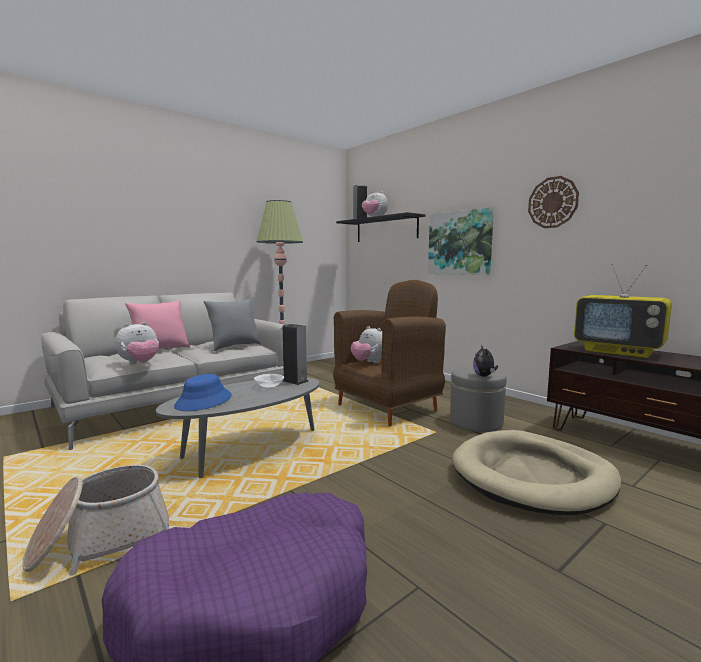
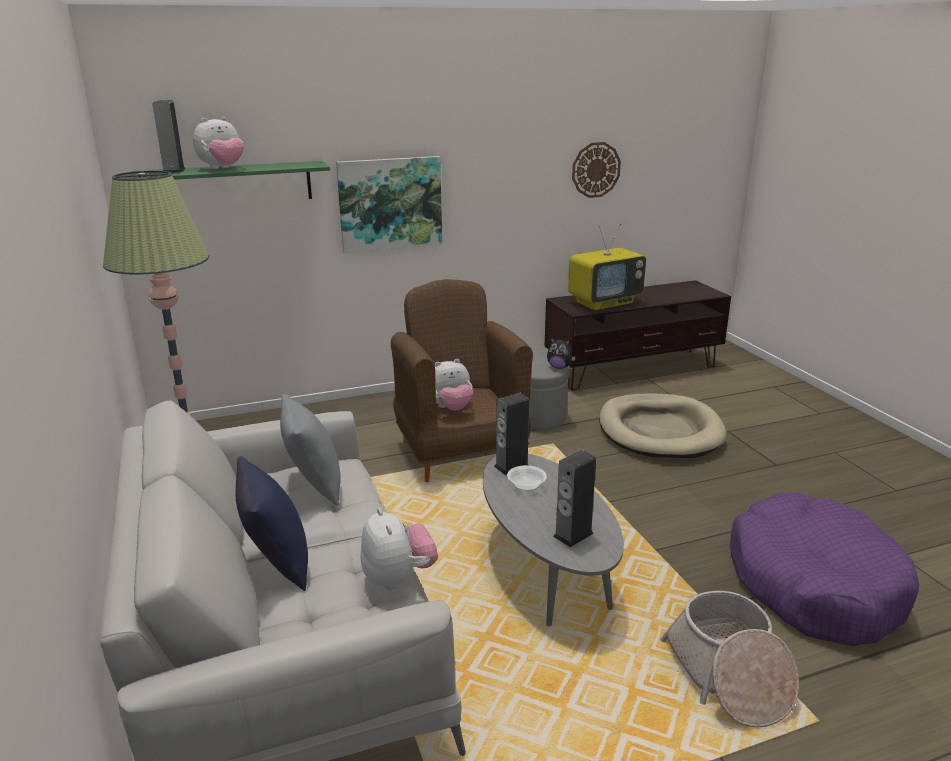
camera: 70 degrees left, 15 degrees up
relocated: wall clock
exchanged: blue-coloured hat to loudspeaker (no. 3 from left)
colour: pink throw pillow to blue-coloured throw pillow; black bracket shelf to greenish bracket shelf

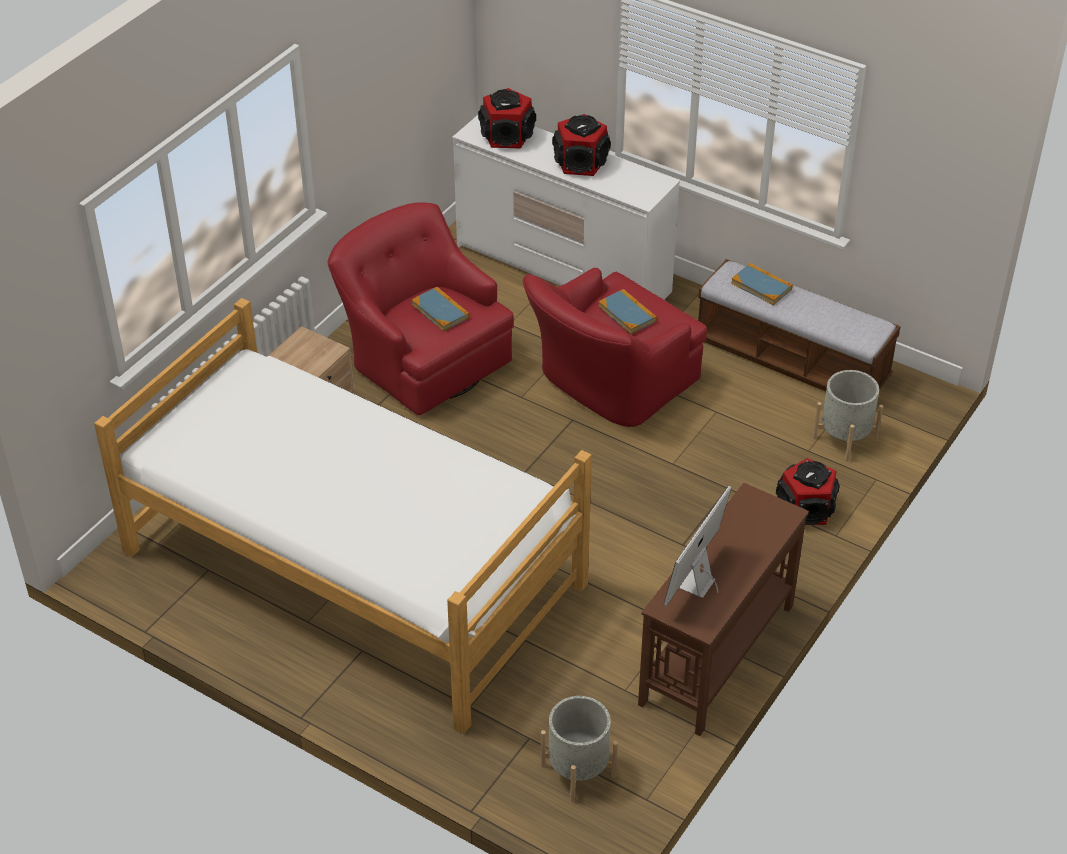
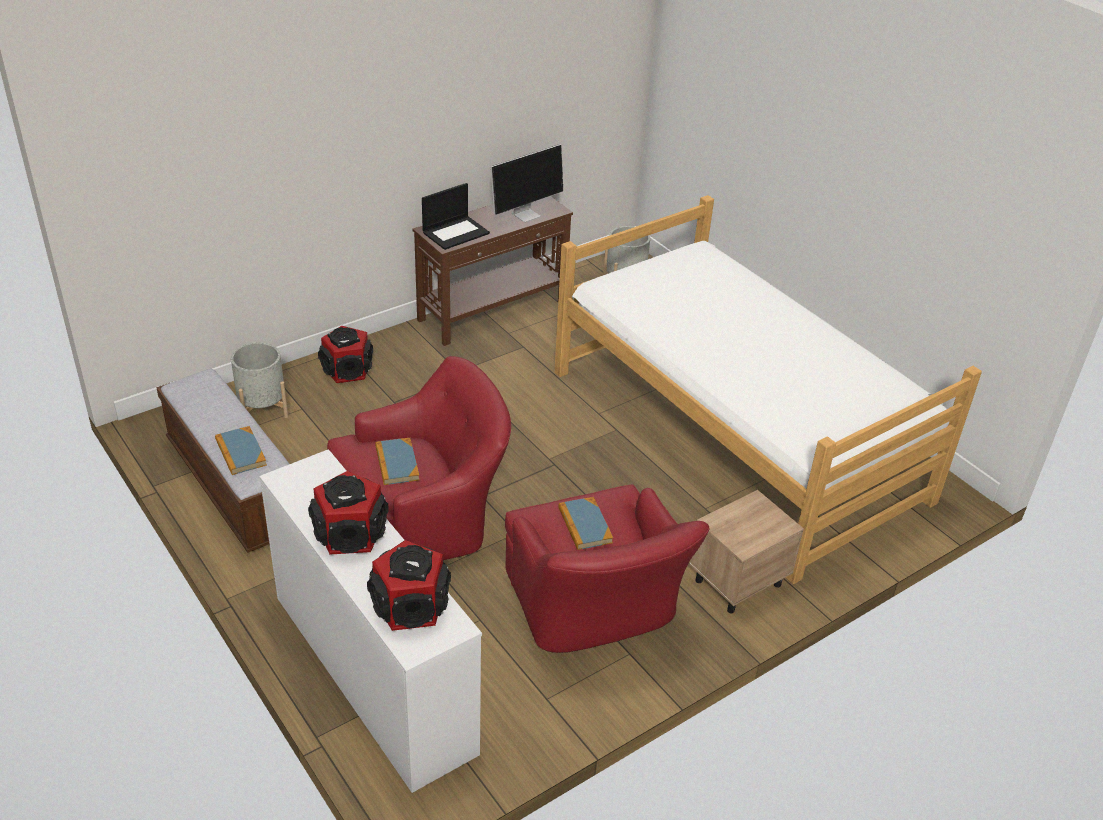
camera: 160 degrees left, 5 degrees down
appeared: laptop

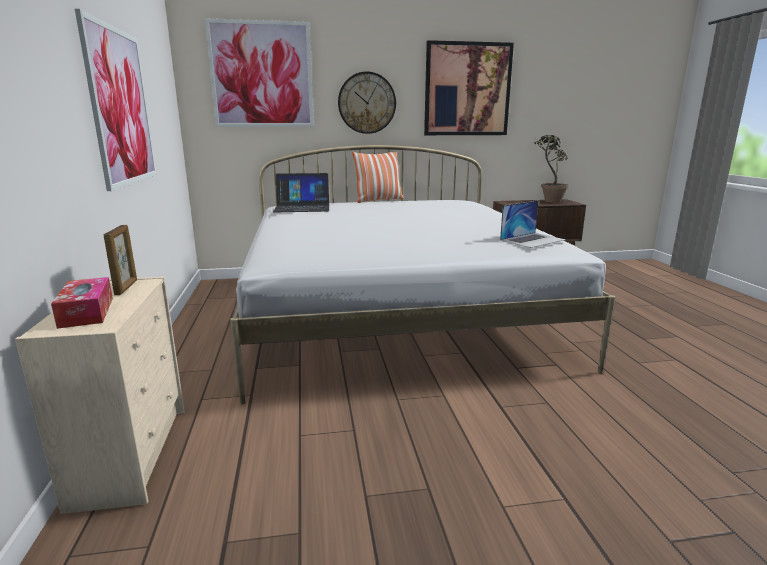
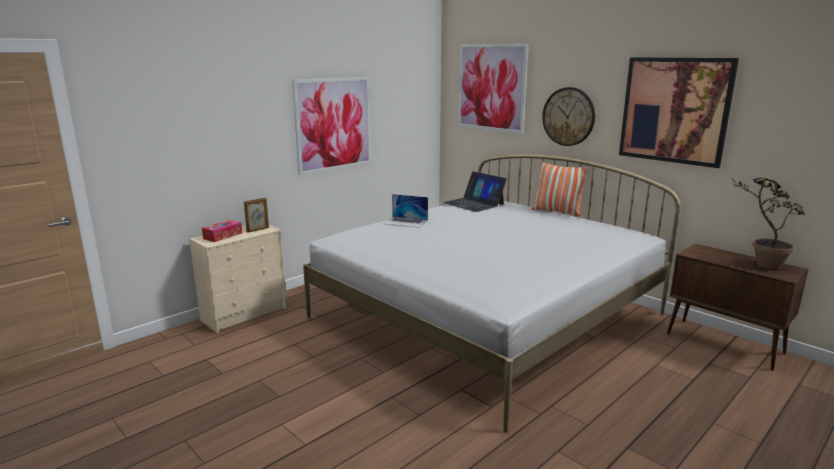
camera: 55 degrees right, 0 degrees up
relocated: laptop (no. 2 from left in the first image) to laptop (no. 1 from left)

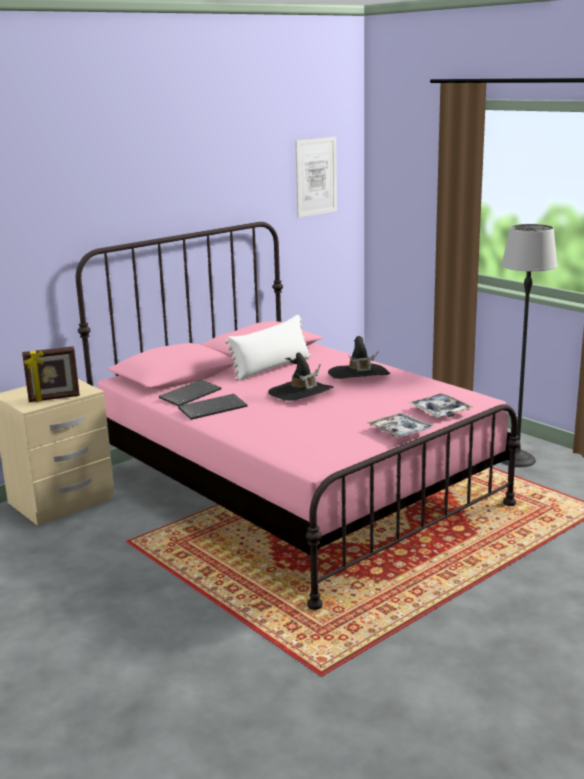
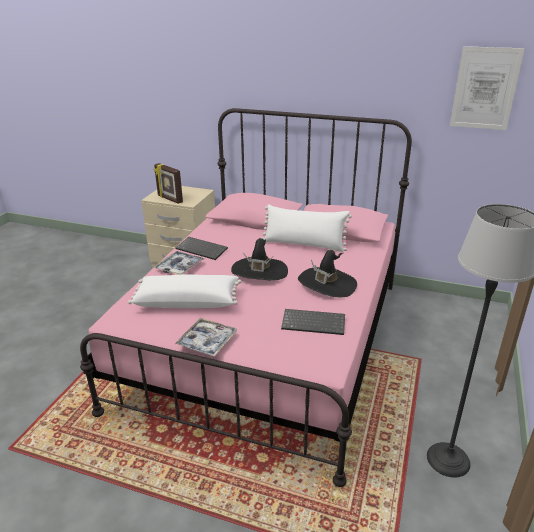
camera: 60 degrees right, 10 degrees up
appeared: white-coloured throw pillow (no. 1 from left)
relocated: keyboard (no. 1 from left in the first image) to keyboard (no. 2 from left); serving tray (no. 2 from left in the first image) to serving tray (no. 1 from left)

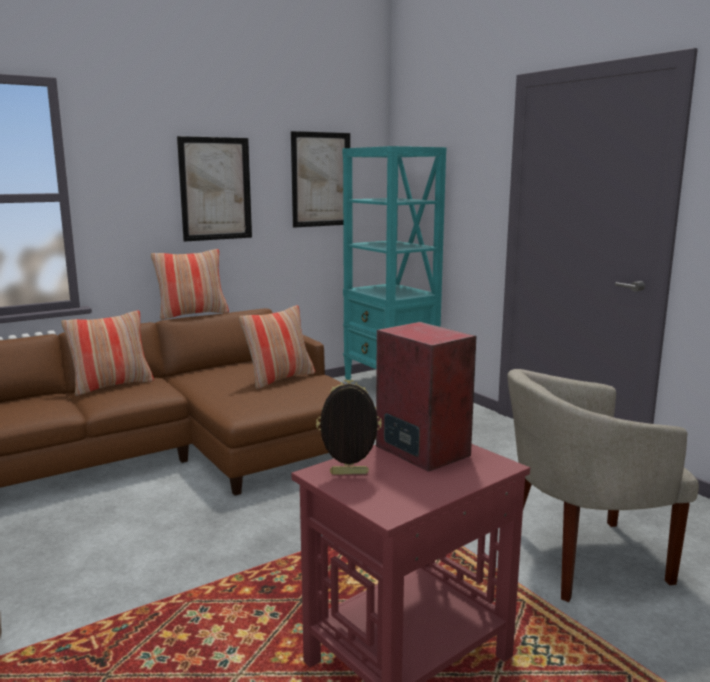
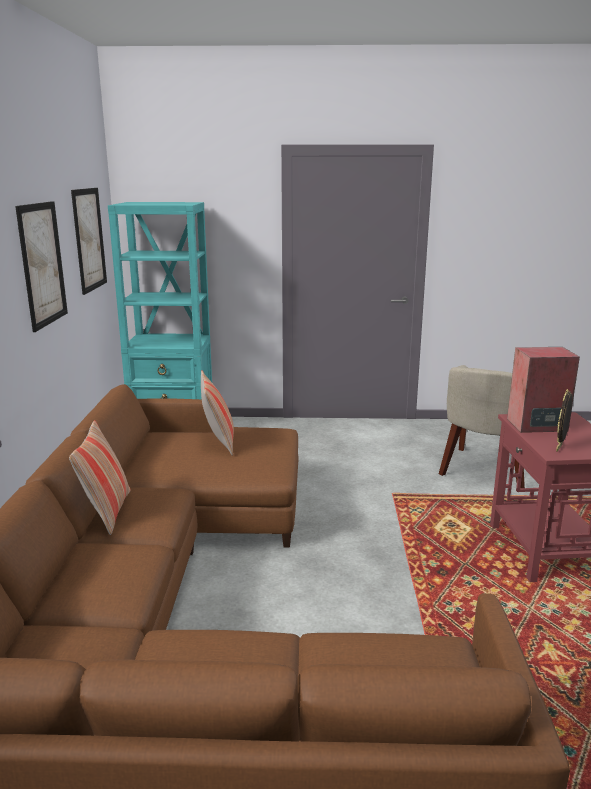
camera: 55 degrees left, 5 degrees up
missing: throw pillow (no. 2 from left)

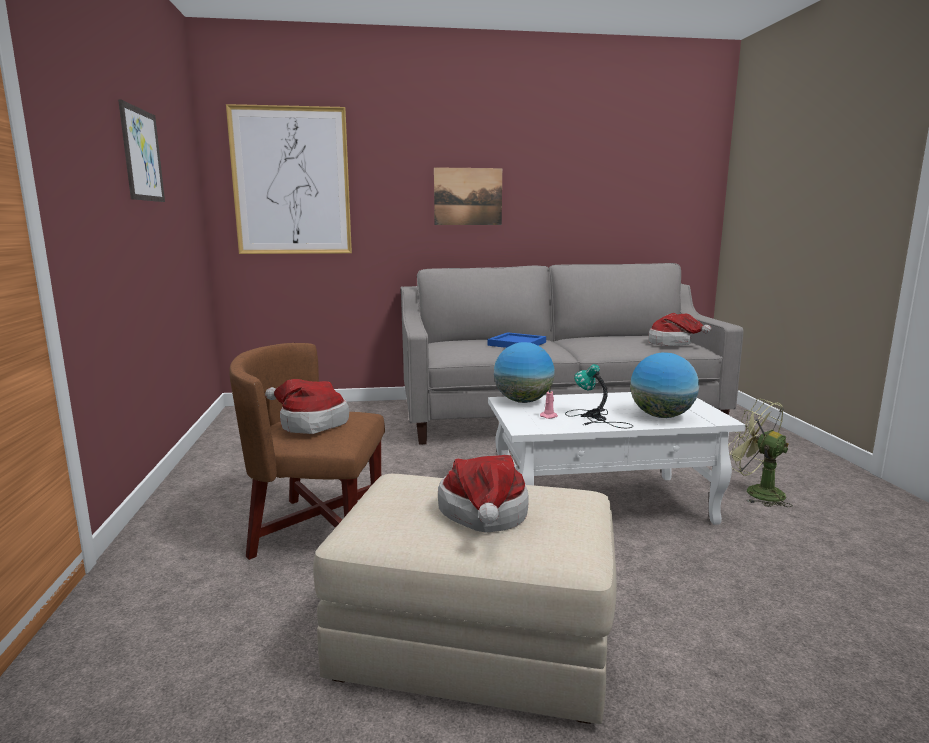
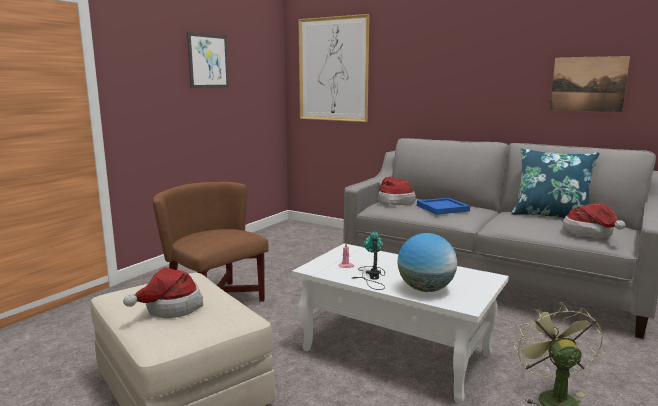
camera: 40 degrees right, 0 degrees up
missing: desk globe (no. 1 from left)
appeared: blue-coloured throw pillow
relocated: hat (no. 1 from left in the first image) to hat (no. 2 from left); wall picture (no. 3 from left)

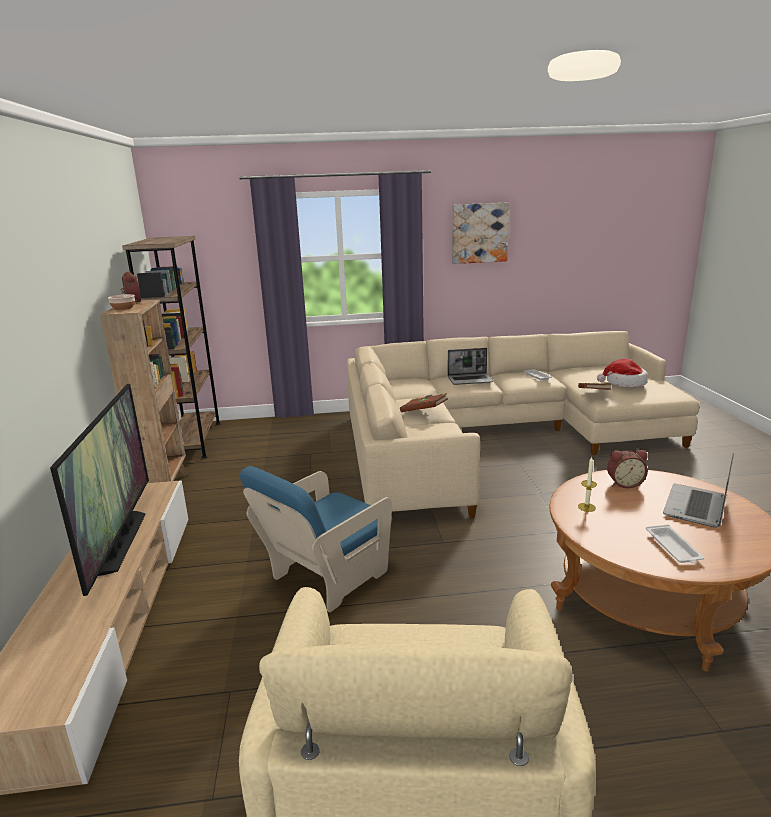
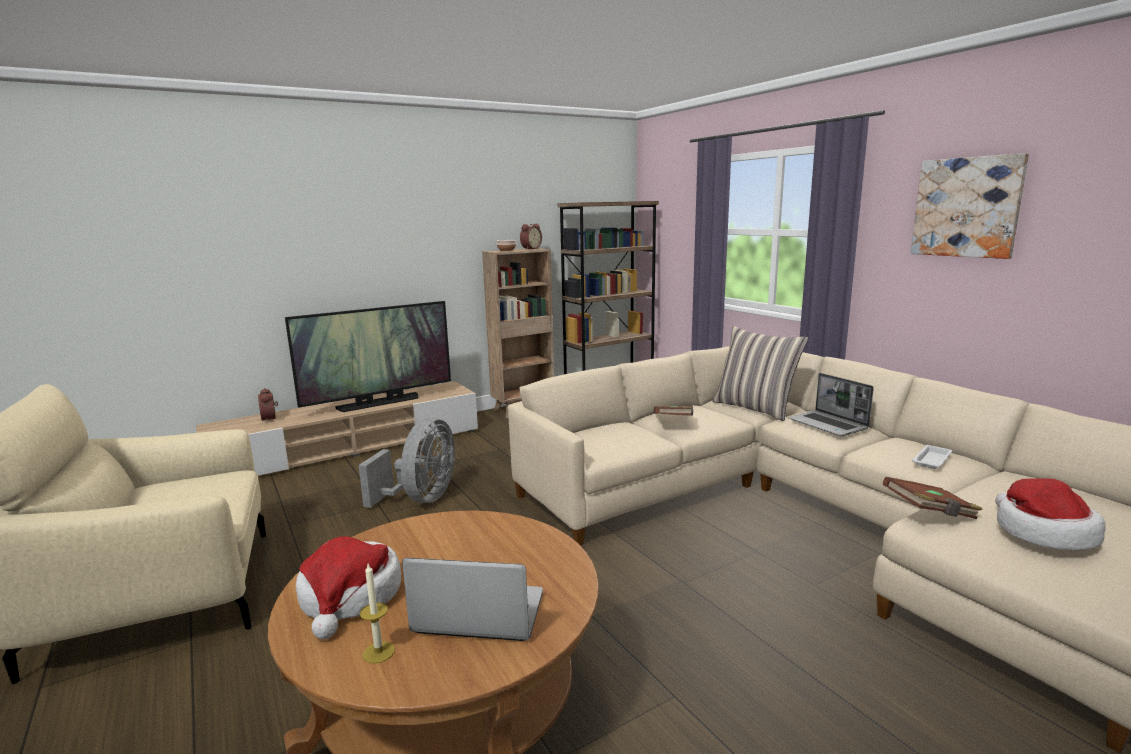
camera: 65 degrees right, 5 degrees down
appeared: throw pillow
relocated: candle; bedside clock (no. 2 from left in the first image) to bedside clock (no. 1 from left)
exchanged: blue-coloured easy chair to gray electric fan; white-coloured serving tray (no. 2 from left) to hat (no. 1 from left)

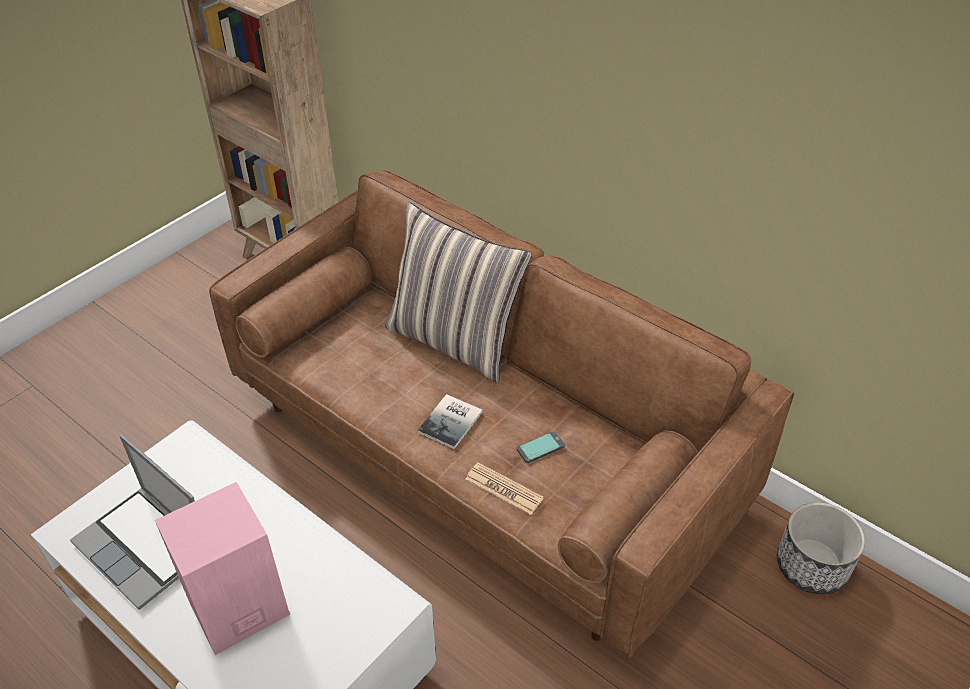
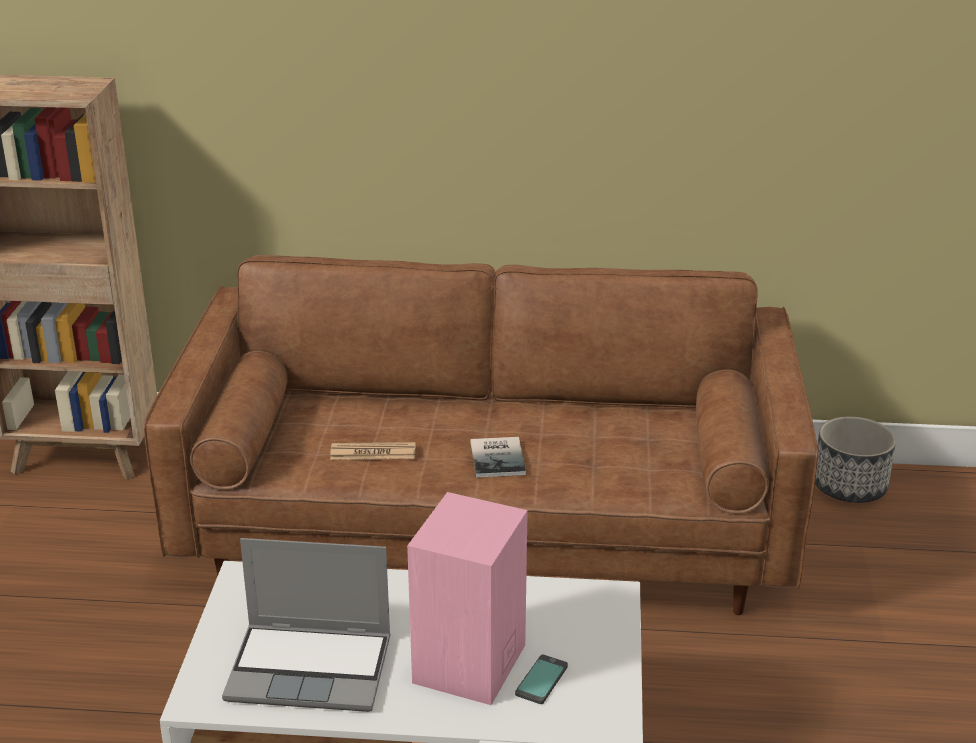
camera: 35 degrees left, 15 degrees down
missing: throw pillow
relocated: newspaper; handset

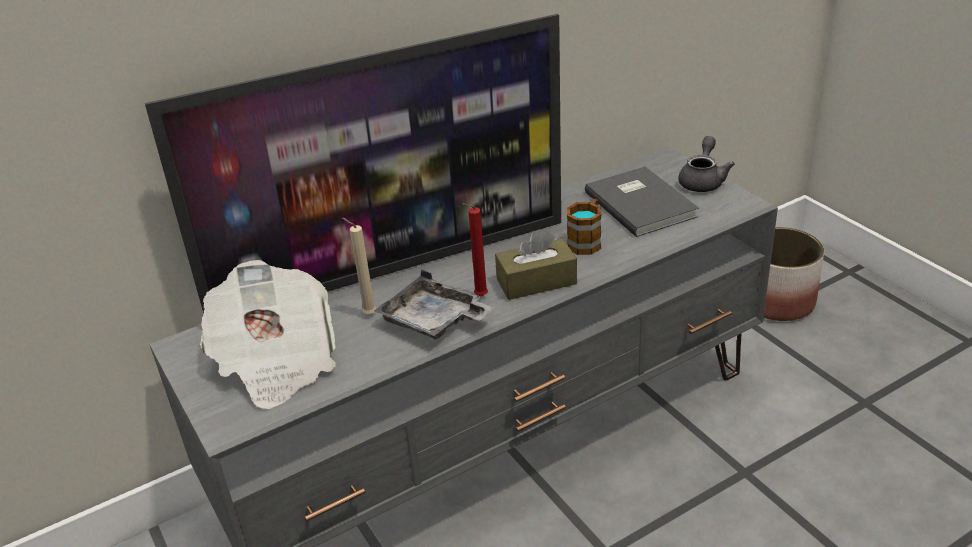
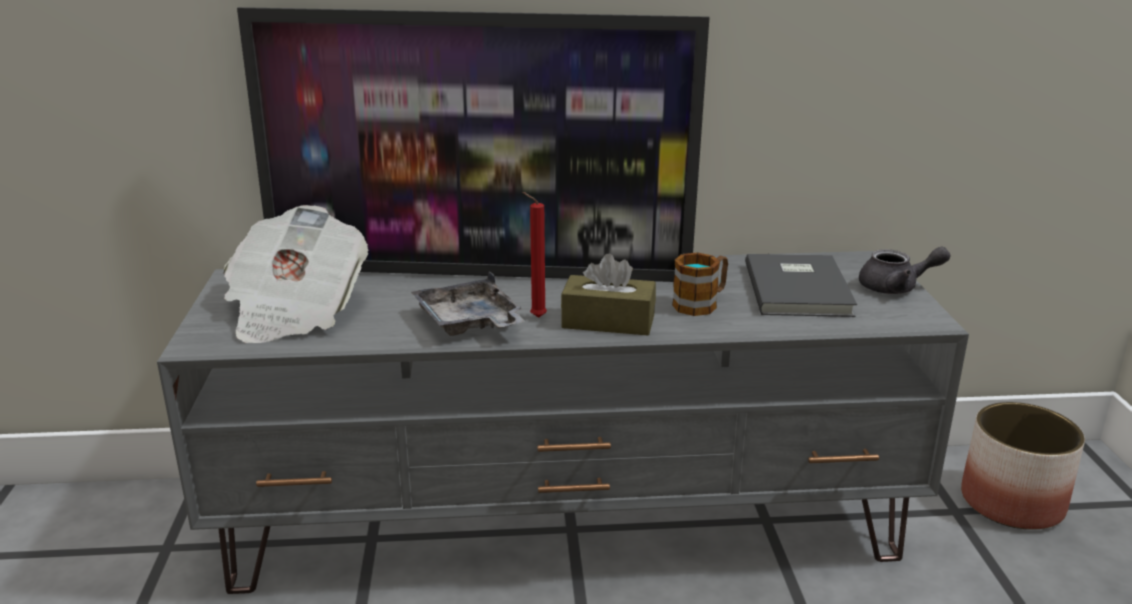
camera: 25 degrees right, 10 degrees down
missing: beige candle
spun: gray teapot 45 degrees clockwise

